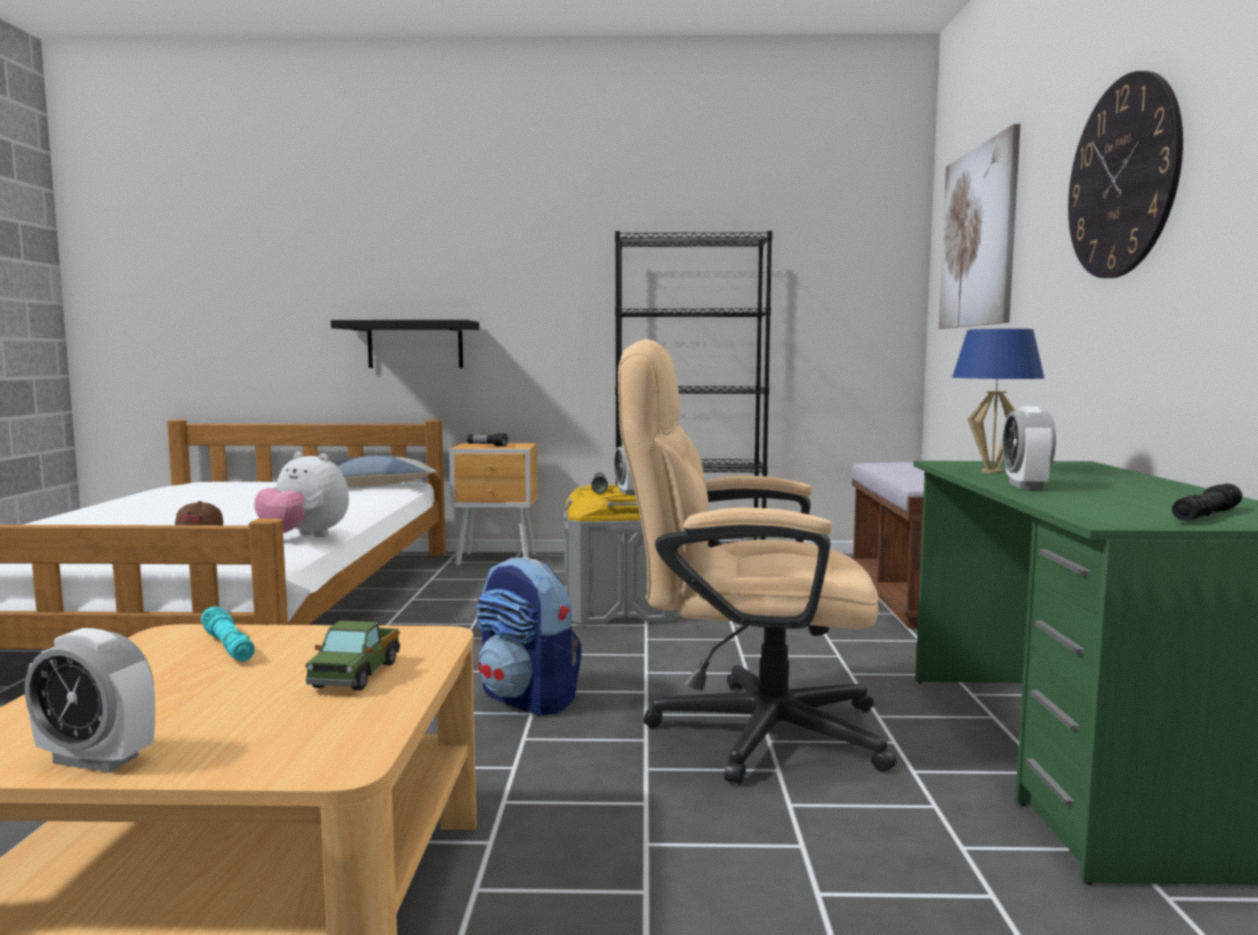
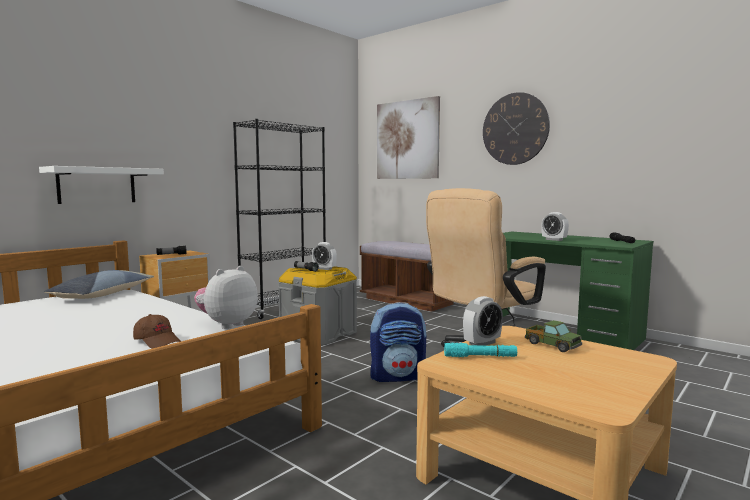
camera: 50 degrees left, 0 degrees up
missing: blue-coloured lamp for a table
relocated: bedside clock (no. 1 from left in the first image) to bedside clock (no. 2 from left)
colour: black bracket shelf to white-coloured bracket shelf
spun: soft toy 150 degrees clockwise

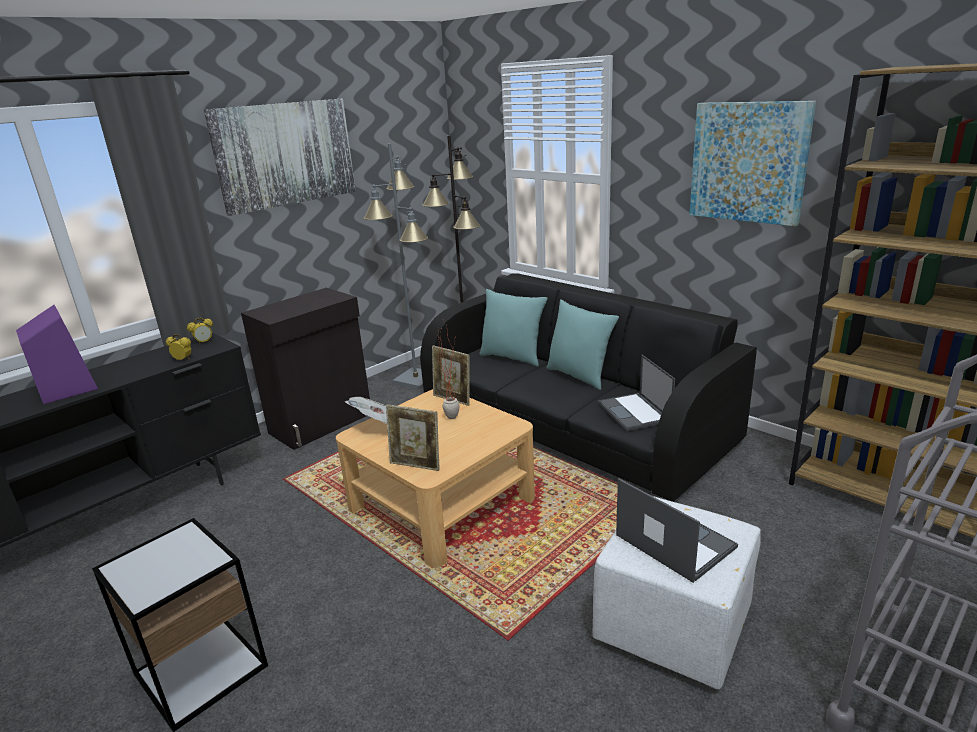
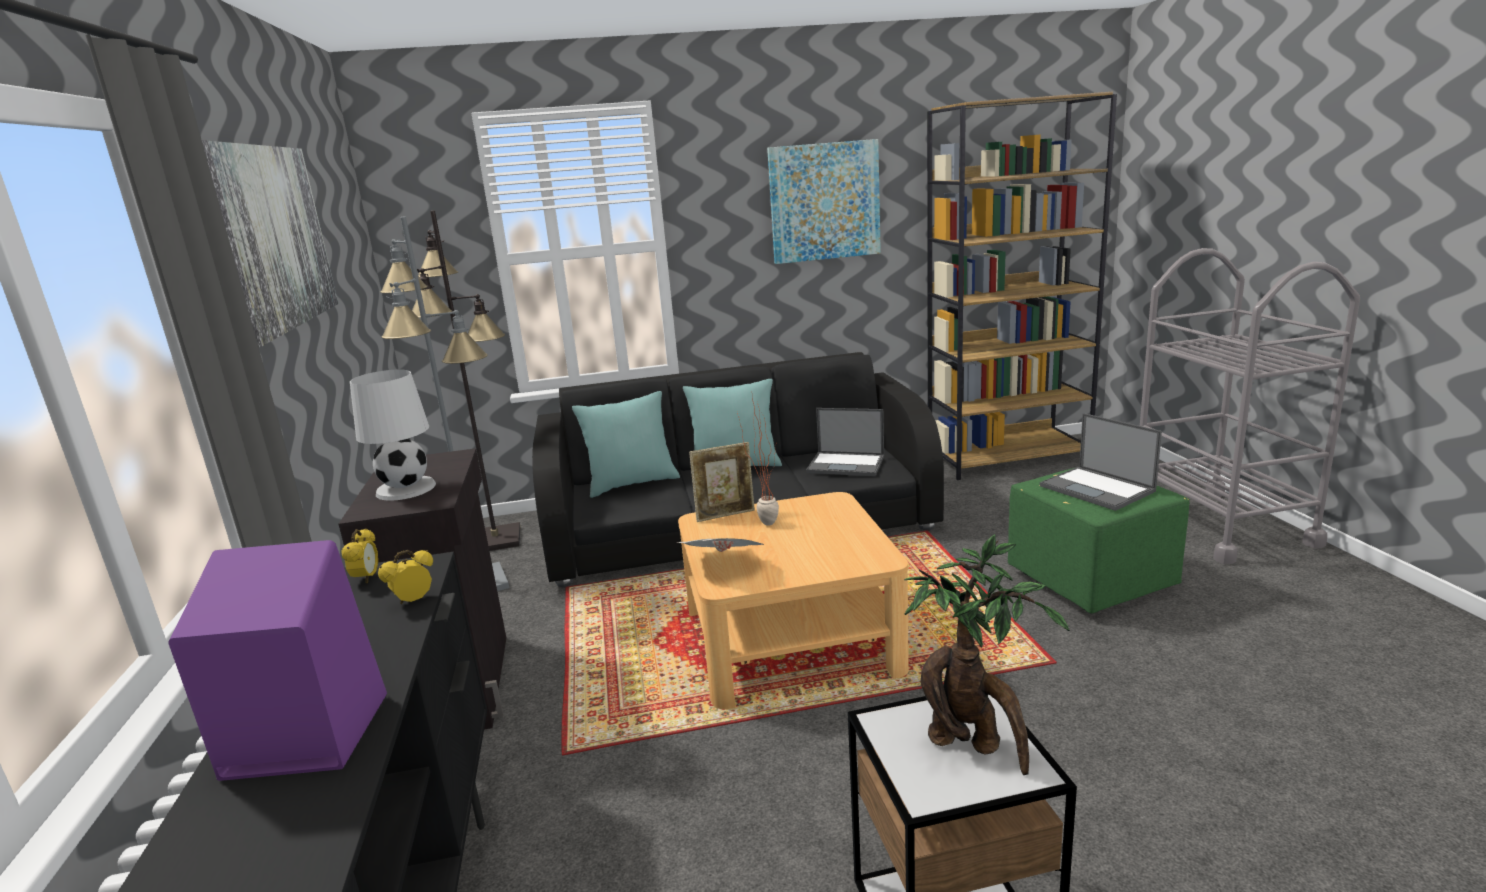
camera: 55 degrees left, 5 degrees down
missing: photo frame (no. 1 from left)
appeared: white-coloured lamp for a table; potted plant (no. 2 from left)
colour: white-coloured ottoman to greenish ottoman
spun: laptop (no. 2 from left) 120 degrees counterclockwise

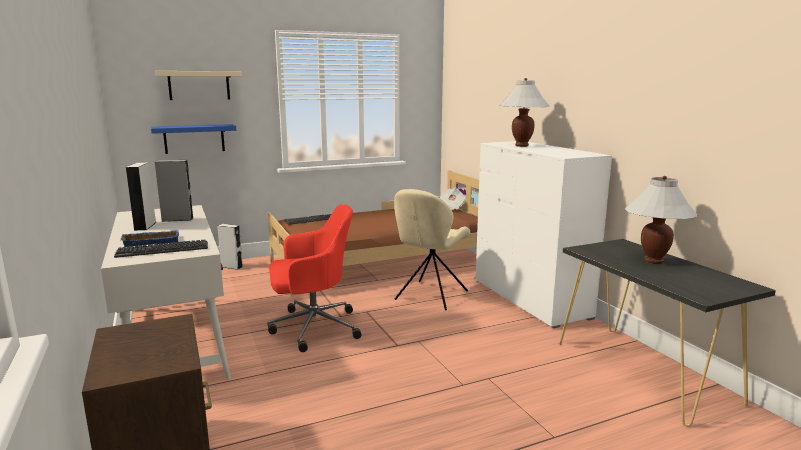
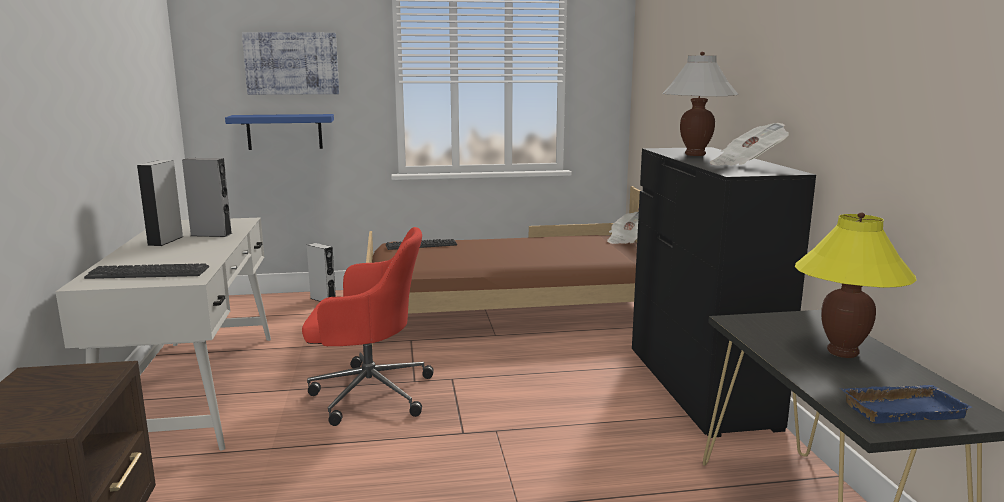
camera: 15 degrees right, 0 degrees up
missing: beige chair
appeared: newspaper (no. 2 from left)
relocated: blue-coloured serving tray
exchanged: beige bracket shelf to wall picture
colour: white-coloured drawer chest to black drawer chest; white-coloured lamp for a table (no. 2 from left) to yellow lamp for a table

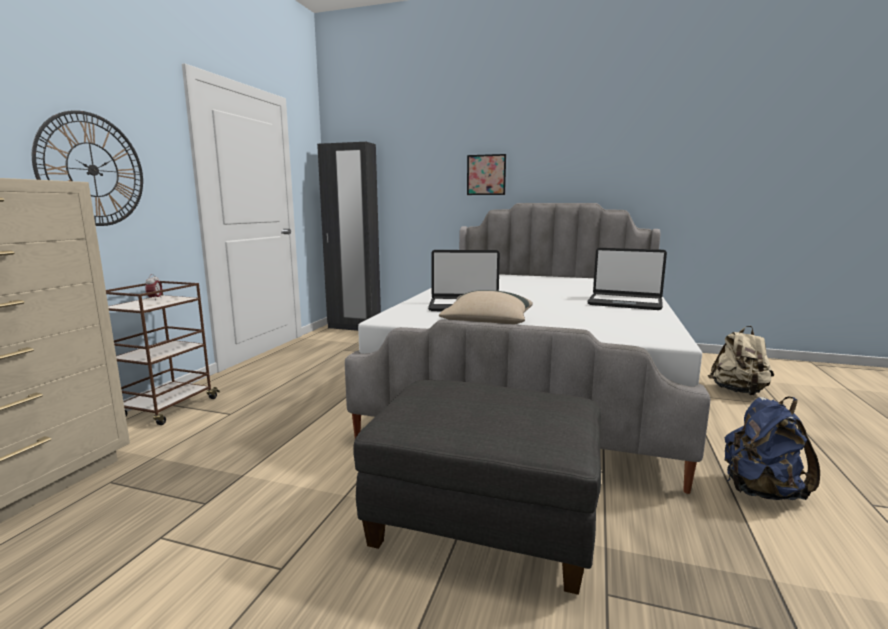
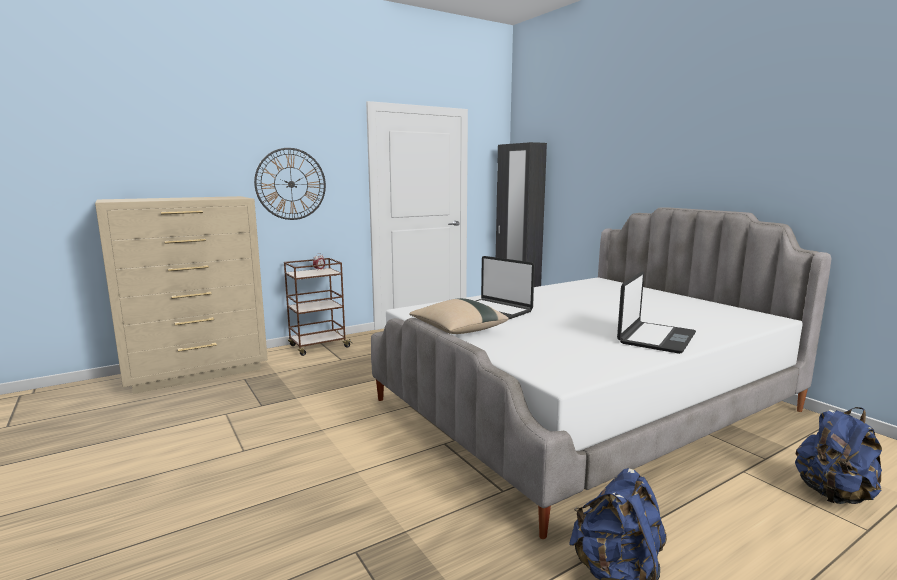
camera: 40 degrees right, 0 degrees up
missing: gray ottoman; wall picture
colour: beige knapsack to blue-coloured knapsack (no. 2 from left)
spun: laptop (no. 2 from left) 120 degrees counterclockwise

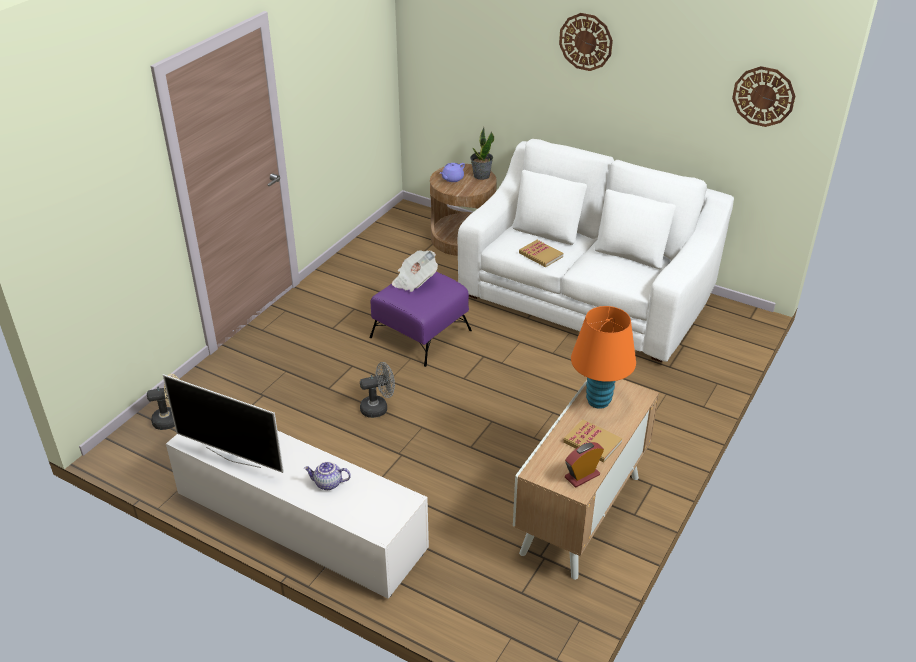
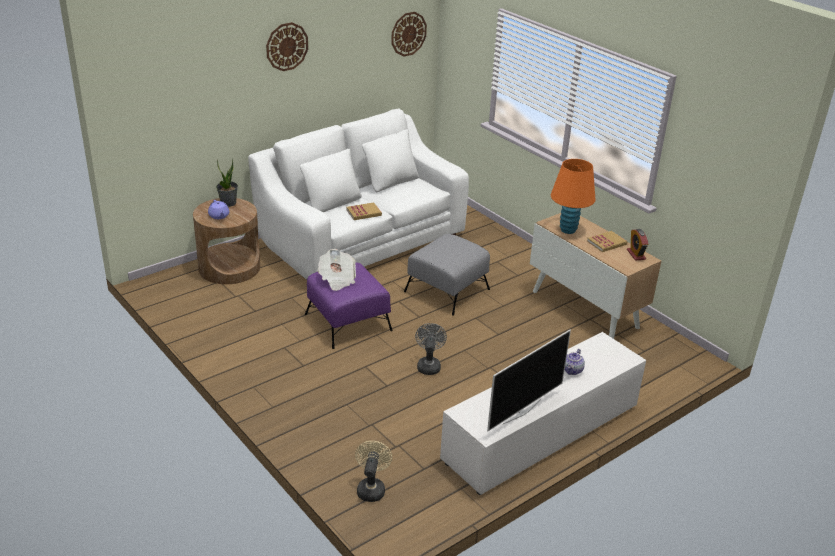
camera: 70 degrees left, 5 degrees down
appeared: gray ottoman

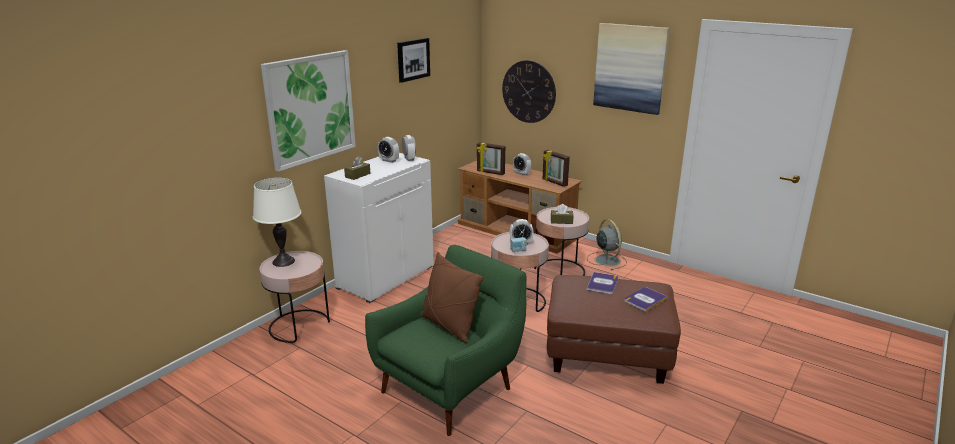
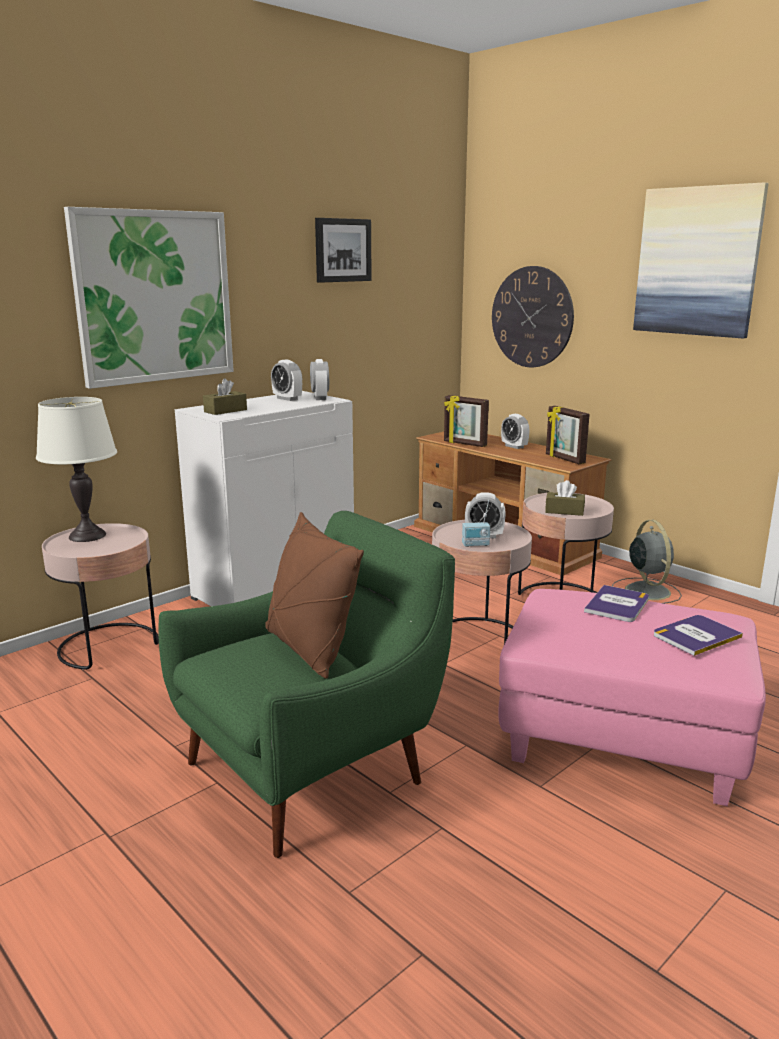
camera: 10 degrees right, 5 degrees down
colour: brown ottoman to pink ottoman

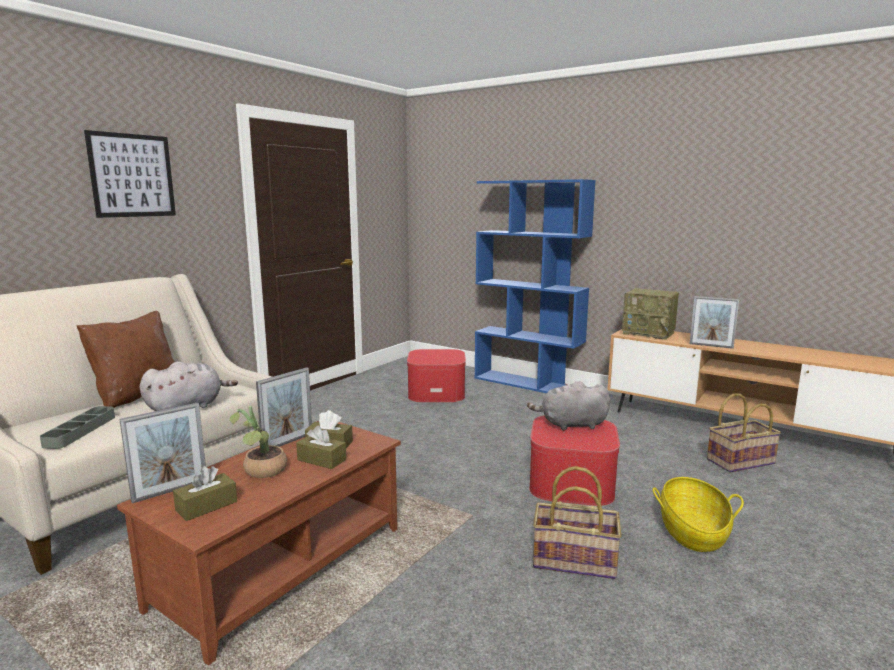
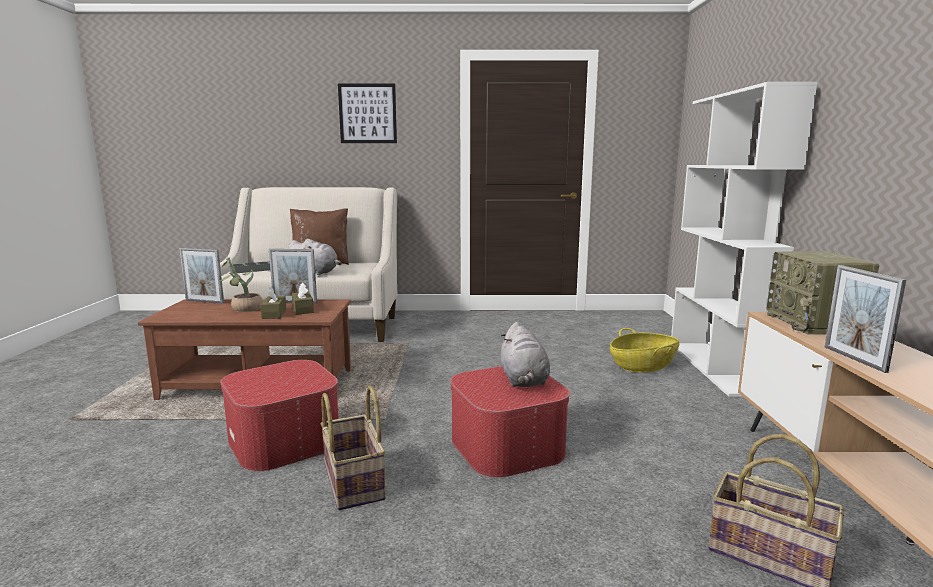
camera: 55 degrees right, 0 degrees up
missing: brown tissue holder (no. 1 from left)
relocated: ottoman (no. 1 from left); storage basket (no. 2 from left)
colour: blue-coloured bookcase to white-coloured bookcase
spun: gray soft toy (no. 2 from left) 150 degrees counterclockwise

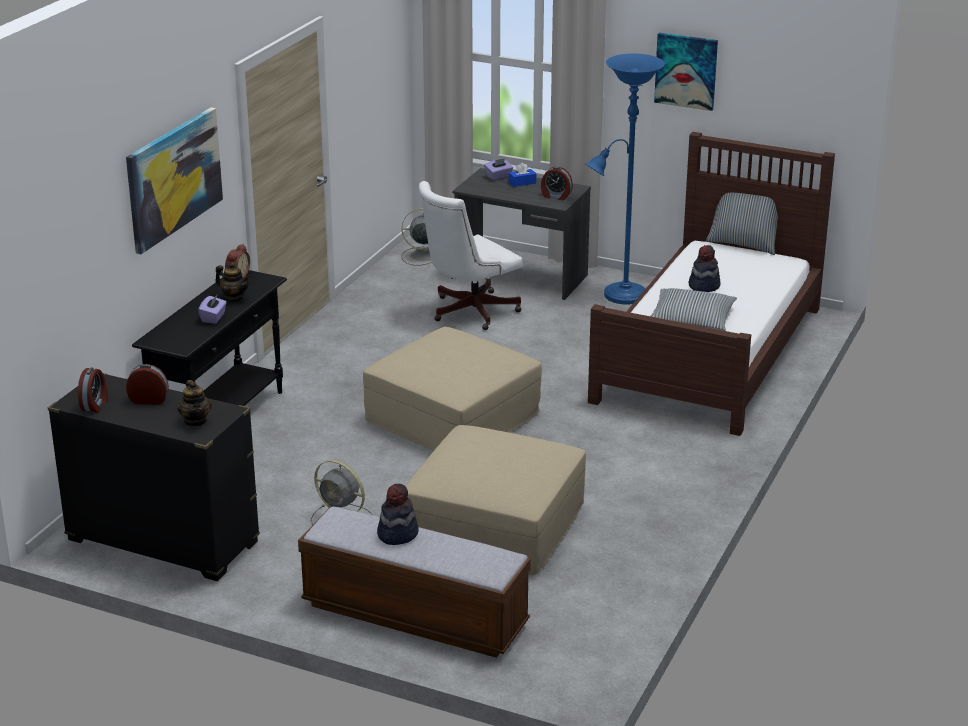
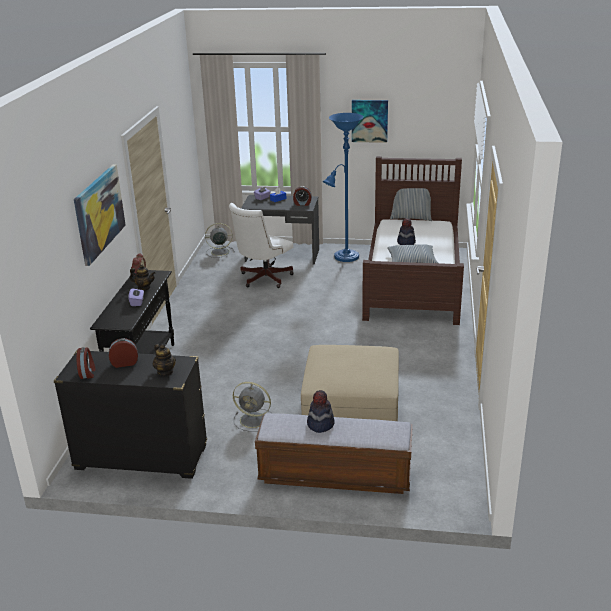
camera: 15 degrees left, 0 degrees up
missing: beige ottoman (no. 1 from left)

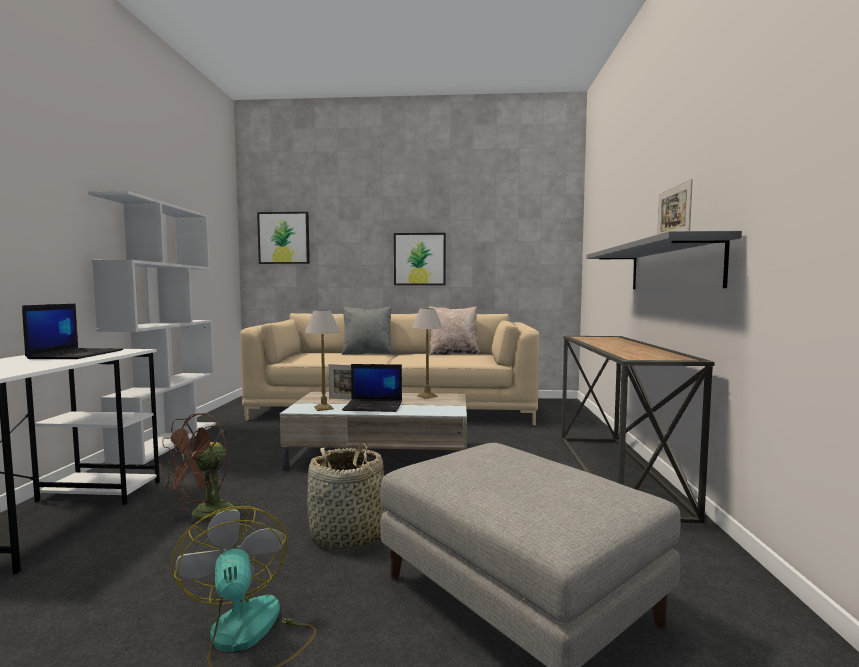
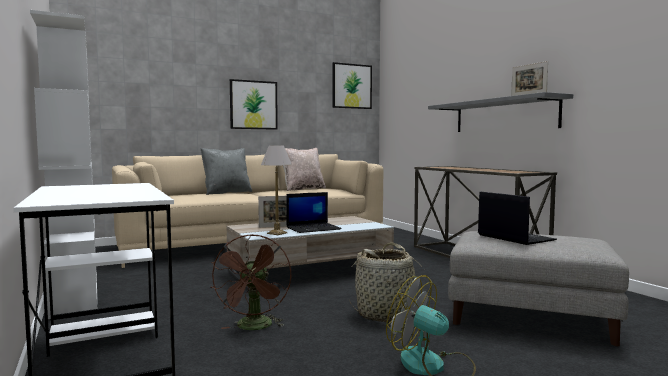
camera: 30 degrees left, 0 degrees up
missing: lamp for a table (no. 2 from left)
relocated: laptop (no. 1 from left in the first image) to laptop (no. 2 from left); wall picture (no. 1 from left in the first image) to wall picture (no. 2 from left)

